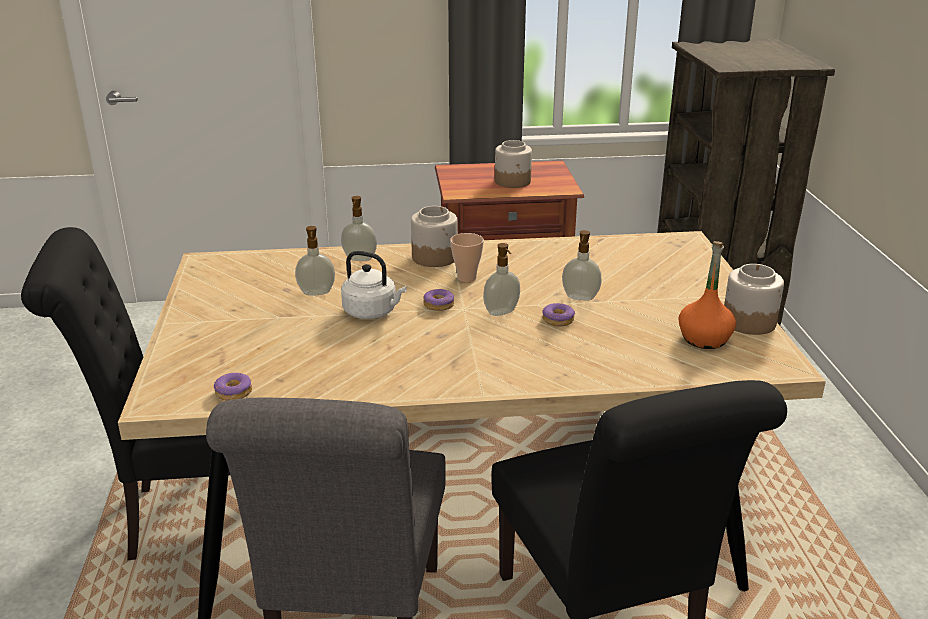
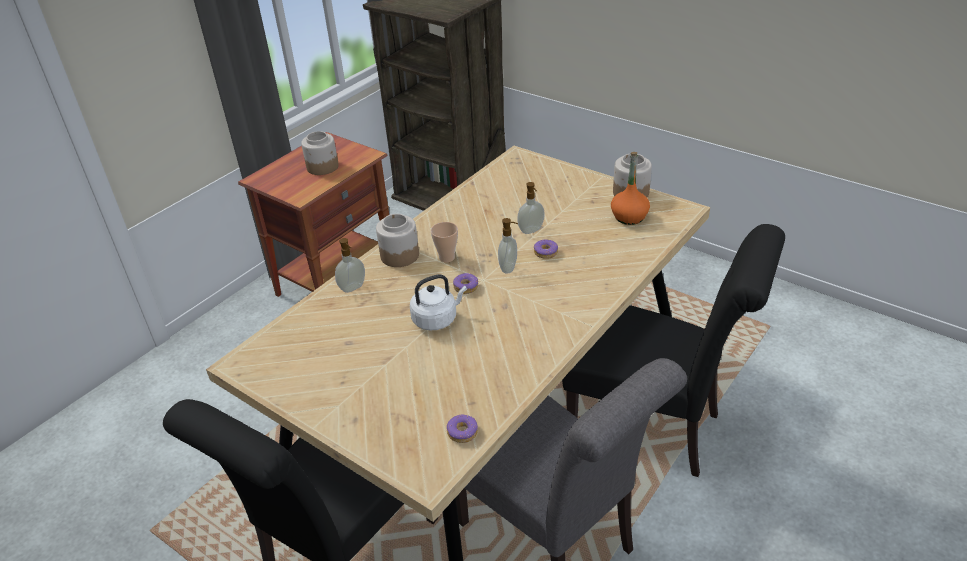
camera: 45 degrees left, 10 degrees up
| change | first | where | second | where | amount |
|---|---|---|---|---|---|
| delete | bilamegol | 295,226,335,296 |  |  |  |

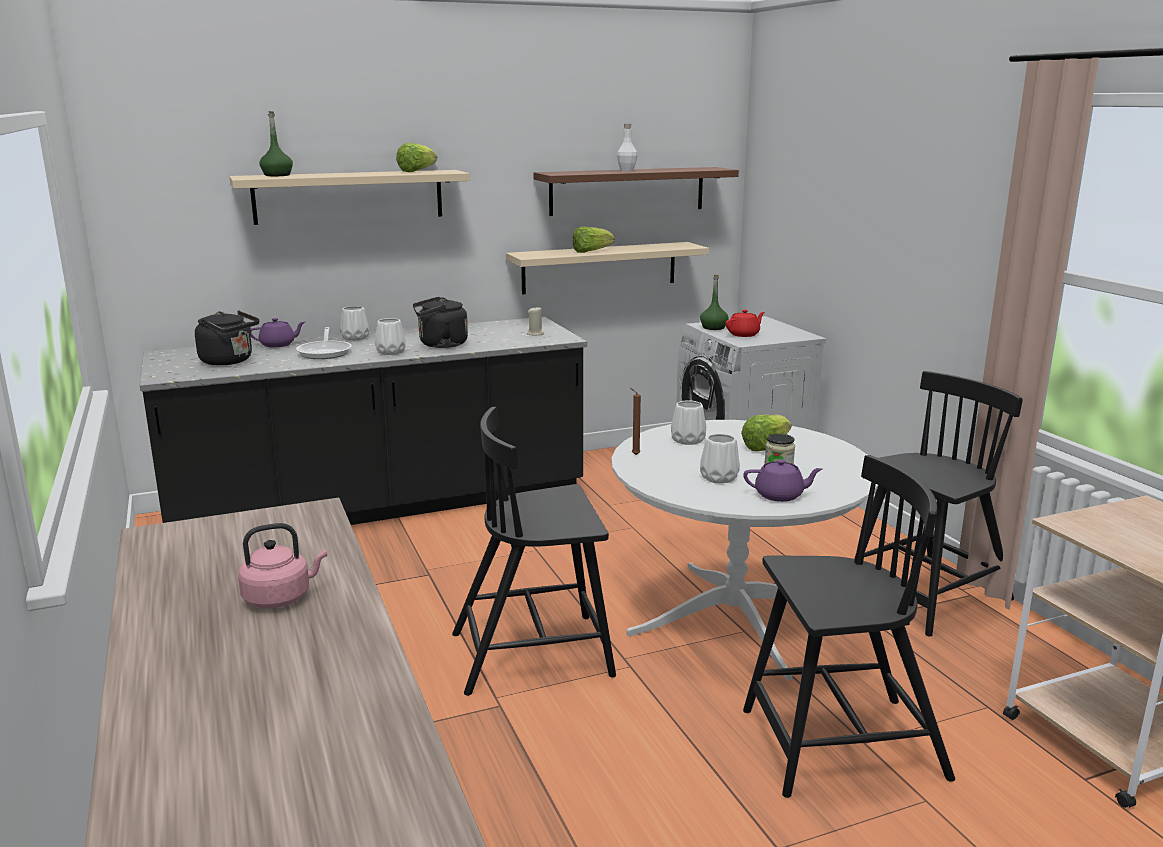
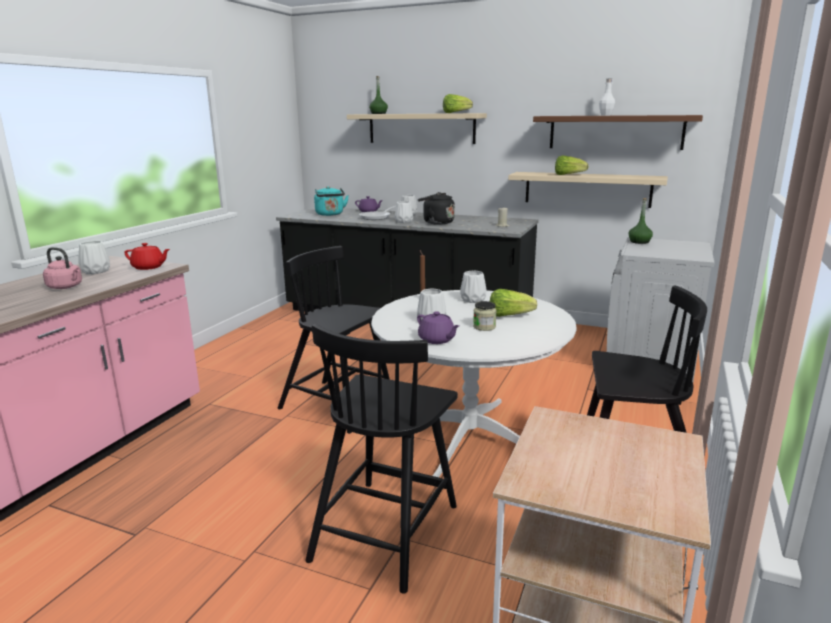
camera: 45 degrees right, 0 degrees up
| change | first | where | second | where | amount |
|---|---|---|---|---|---|
| recolor | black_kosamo | 195,311,259,365 | turquoise_kosamo | 314,186,349,216 |  |
| move | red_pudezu | 725,310,765,337 |  | 124,243,170,270 |  |
| rotate | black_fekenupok | 743,455,955,798 |  | 305,324,458,594 | 75 degrees clockwise |
| insert |  |  | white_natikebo | 78,241,110,274 |  |

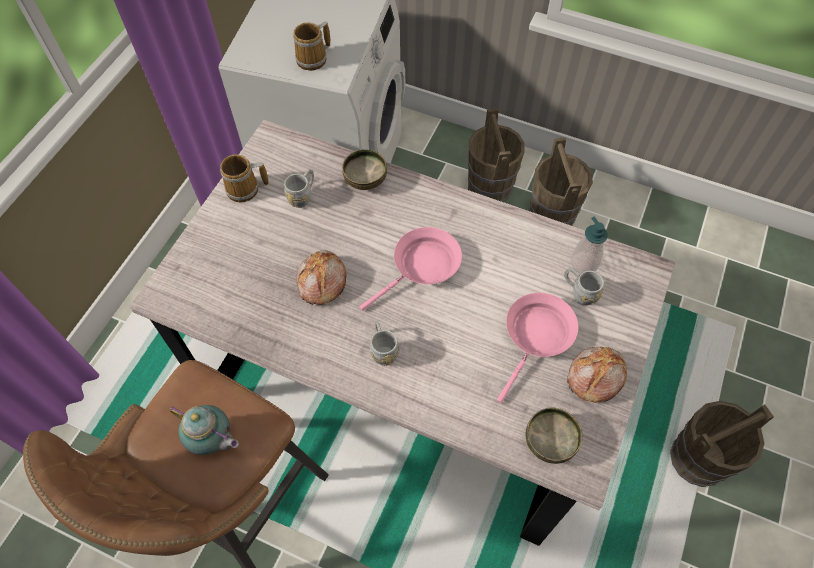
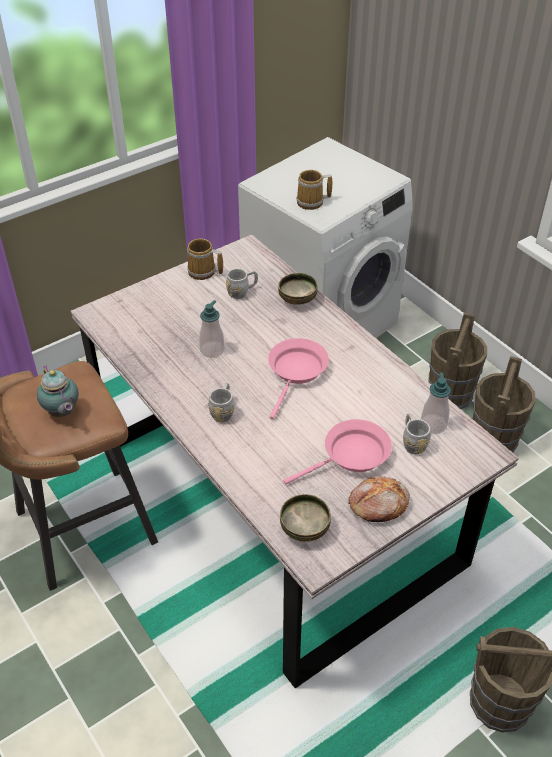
camera: 30 degrees right, 15 degrees down
| change | first | where | second | where | amount |
|---|---|---|---|---|---|
| replace | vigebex | 296,250,346,305 | bilamegol | 199,300,224,358 |  |
| rotate | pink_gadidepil | 360,227,462,311 |  | 268,338,329,420 | 60 degrees counterclockwise |

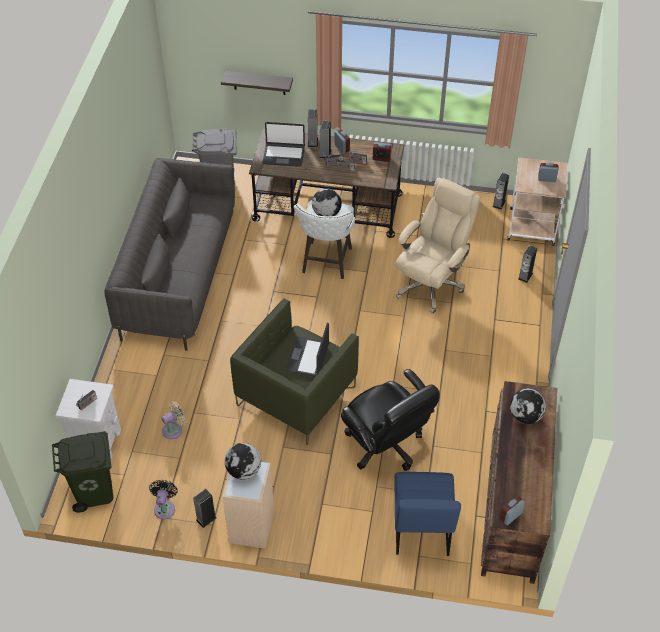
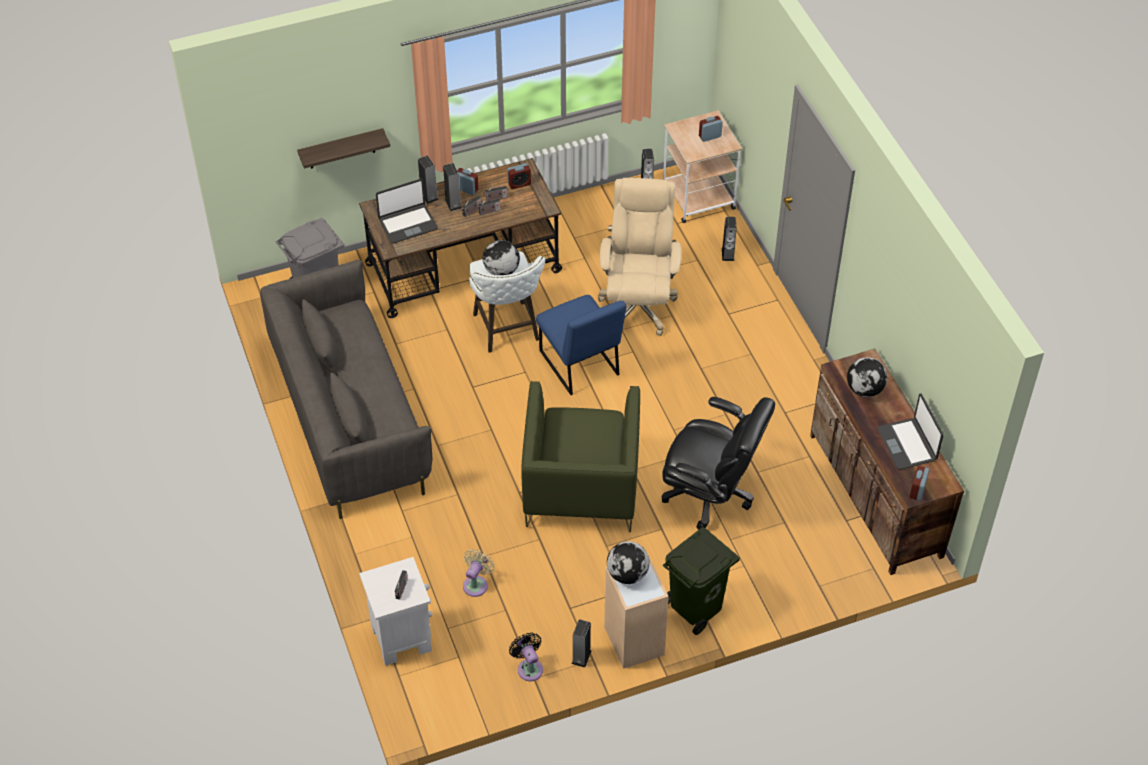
camera: 30 degrees left, 0 degrees up
| change | first | where | second | where | amount |
|---|---|---|---|---|---|
| move | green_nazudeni | 52,431,113,513 |  | 663,527,740,635 |  |
| move | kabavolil | 286,323,329,377 |  | 877,393,943,470 |  |
| move | blue_fekenupok | 394,472,461,556 |  | 536,295,626,395 |  |

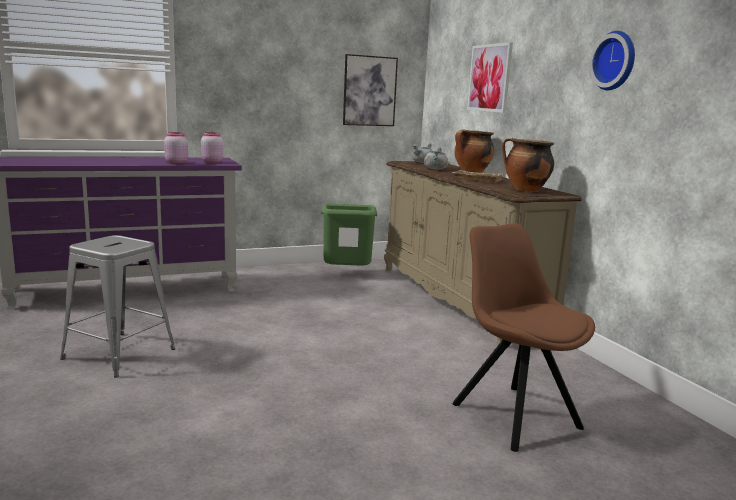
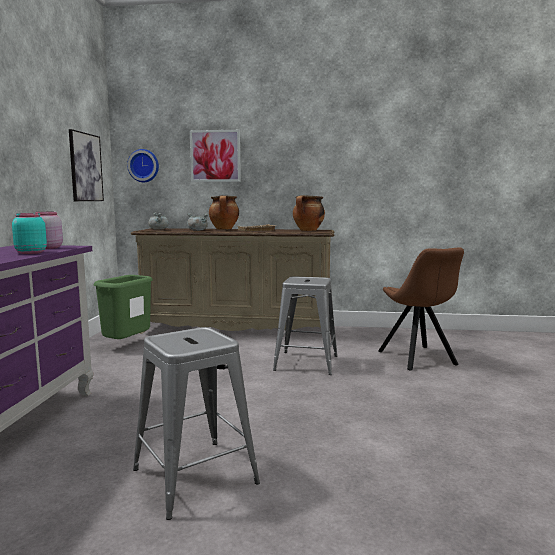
camera: 60 degrees left, 5 degrees down
| change | first | where | second | where | amount |
|---|---|---|---|---|---|
| recolor | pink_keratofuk | 164,132,188,164 | turquoise_keratofuk | 12,213,47,254 |  |
| rotate | brown_fekenupok | 452,223,595,452 |  | 378,248,464,371 | 105 degrees counterclockwise |
| move | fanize | 589,31,635,90 |  | 127,149,159,182 |  |
| insert |  |  | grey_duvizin | 273,277,337,375 |  |

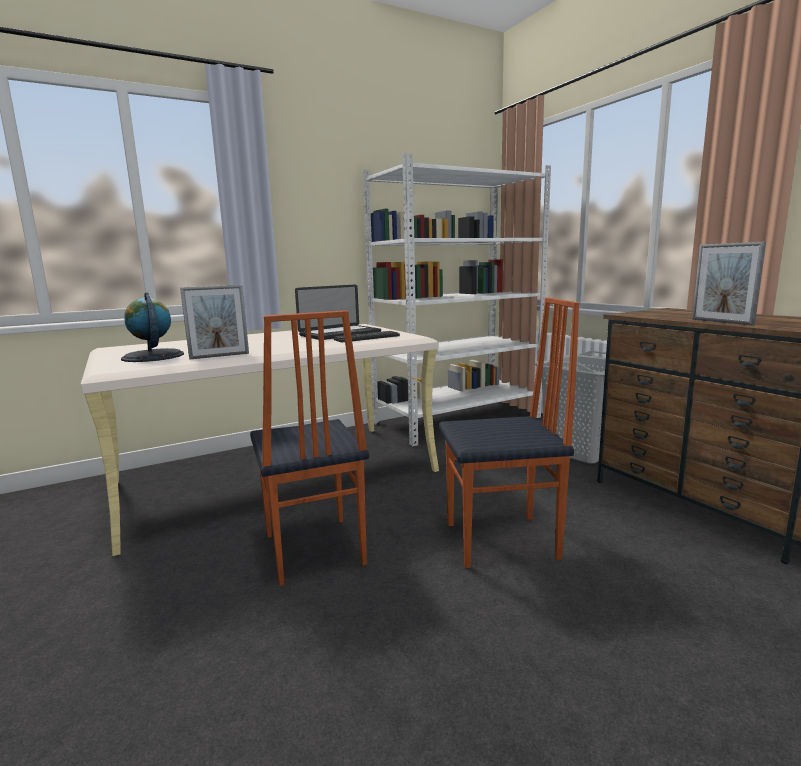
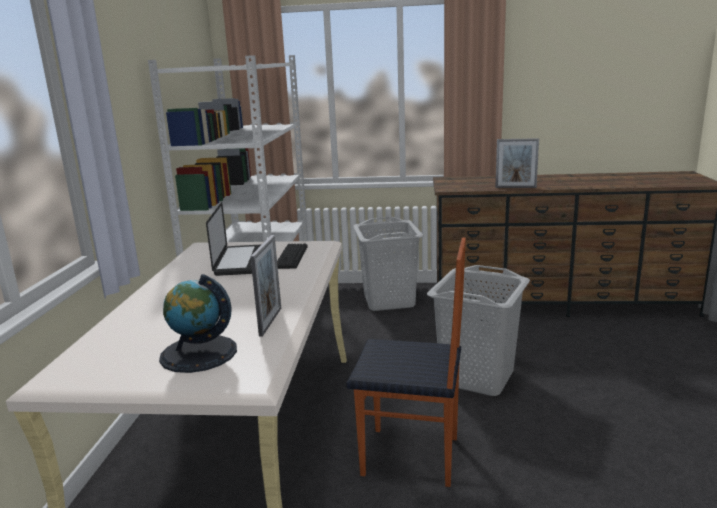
camera: 55 degrees left, 5 degrees up
| change | first | where | second | where | amount |
|---|---|---|---|---|---|
| replace | fekenupok | 439,297,579,568 | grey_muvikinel | 427,265,530,396 |  |

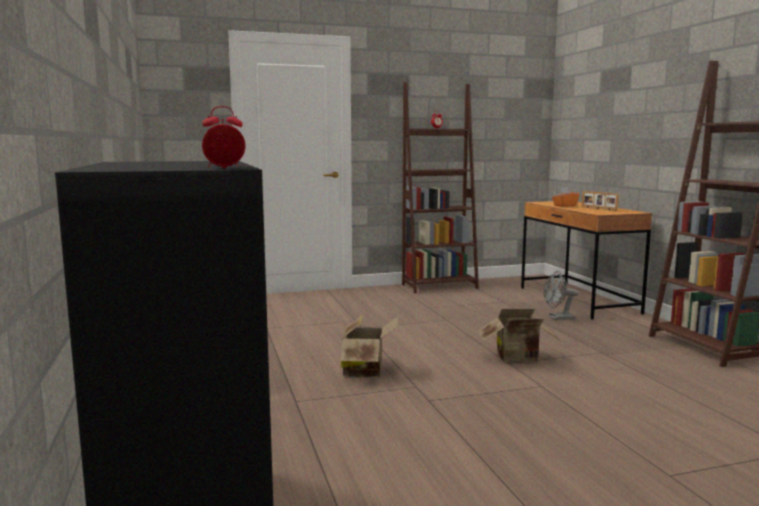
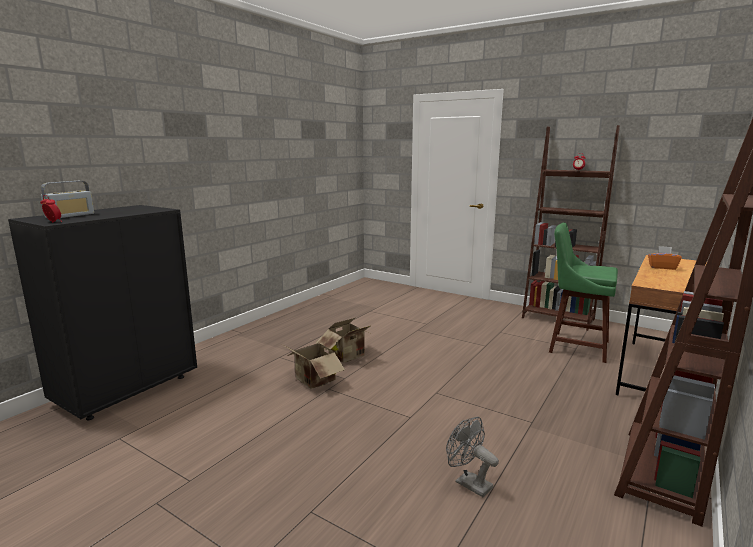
camera: 50 degrees right, 5 degrees up
| change | first | where | second | where | amount |
|---|---|---|---|---|---|
| move | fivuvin | 478,309,560,362 |  | 283,336,345,389 |  |
| move | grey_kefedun | 544,271,579,320 |  | 446,417,499,497 |  |
| delete | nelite | 582,191,619,211 |  |  |  |
| insert |  |  | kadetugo | 41,181,94,218 |  |
| insert |  |  | green_fekenupok | 549,223,618,363 |  |

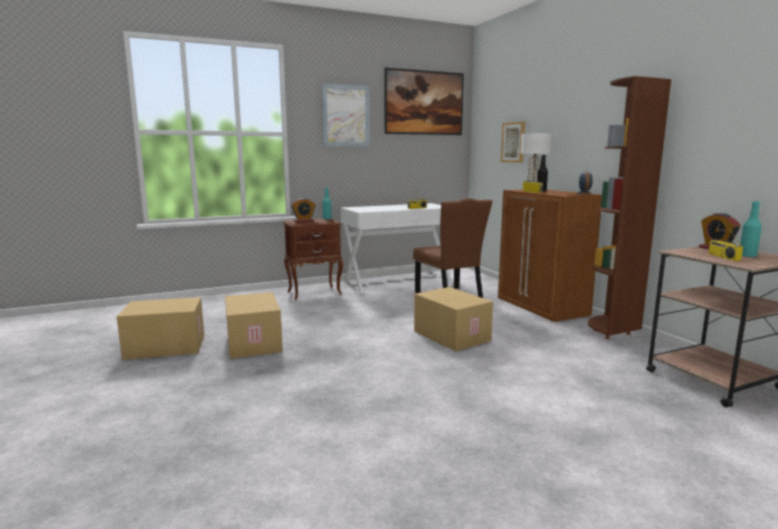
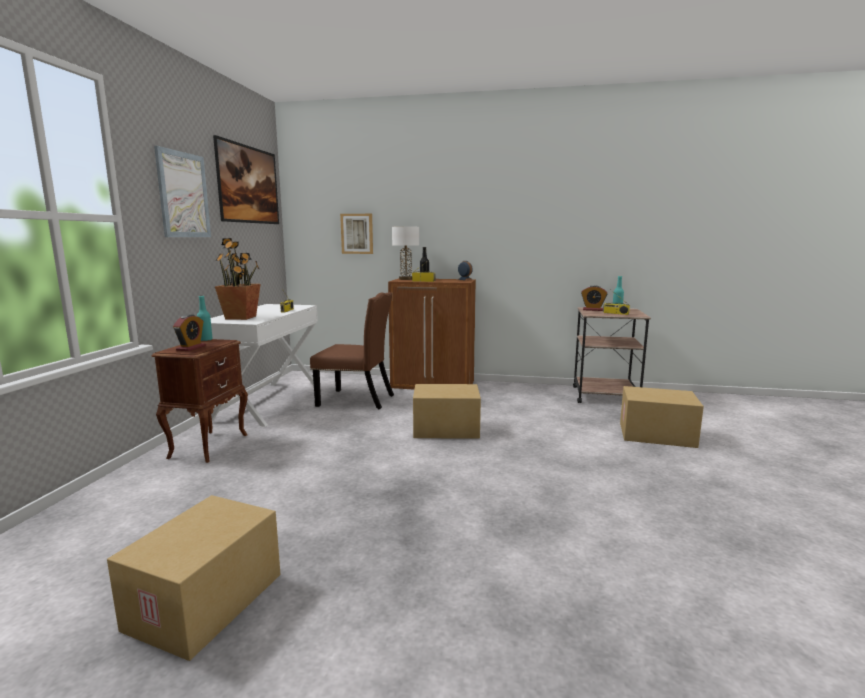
camera: 55 degrees left, 0 degrees up
| change | first | where | second | where | amount |
|---|---|---|---|---|---|
| move | fivuvin | 225,292,283,359 |  | 620,386,704,448 |  |
| delete | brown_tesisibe | 588,76,671,339 |  |  |  |
| insert |  |  | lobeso | 215,238,260,320 |  |

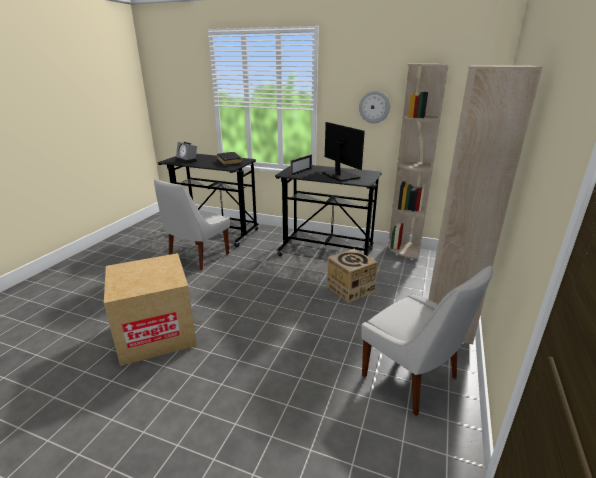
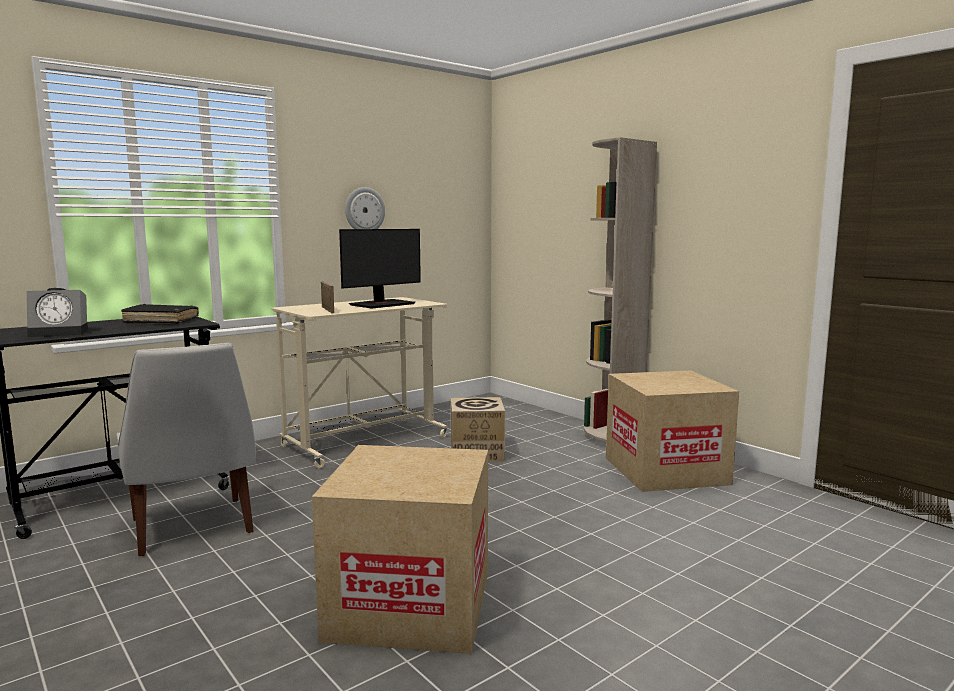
camera: 60 degrees left, 15 degrees down
| change | first | where | second | where | amount |
|---|---|---|---|---|---|
| recolor | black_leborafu | 275,165,382,256 | beige_leborafu | 271,297,447,468 |  |
| rotate | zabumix | 321,122,365,181 |  | 339,229,421,309 | 135 degrees clockwise |
| replace | white_fekenupok | 361,266,493,416 | fivuvin | 606,370,739,492 |  |
| delete | beige_tesisibe | 388,64,449,260 |  |  |  |

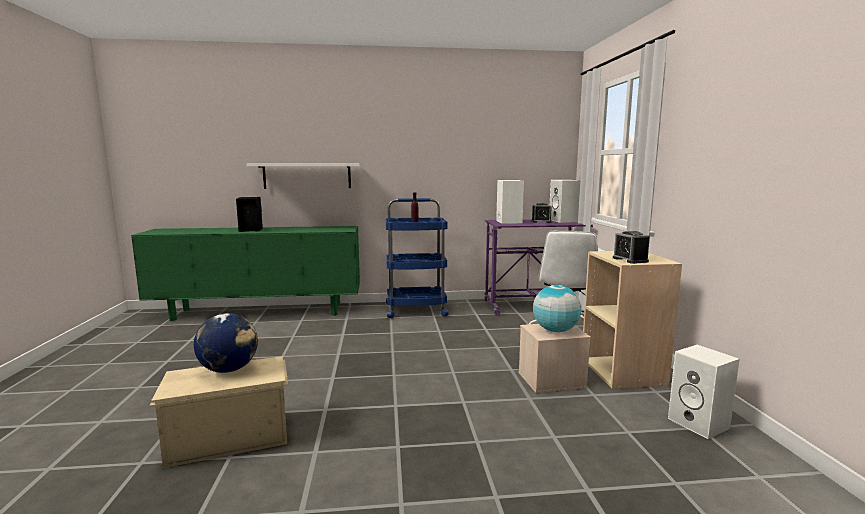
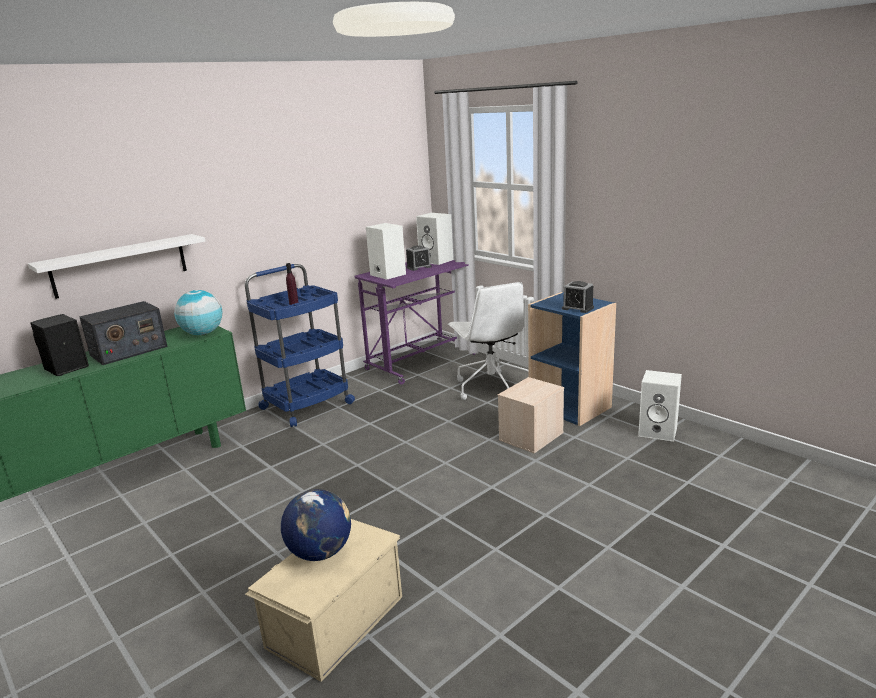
camera: 35 degrees left, 10 degrees up
| change | first | where | second | where | amount |
|---|---|---|---|---|---|
| move | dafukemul | 533,285,582,332 |  | 174,290,222,335 |  |
| recolor | beige_tesisibe | 583,251,682,389 | blue_tesisibe | 528,292,616,426 |  |
| insert |  |  | kadetugo | 79,301,167,365 |  |

